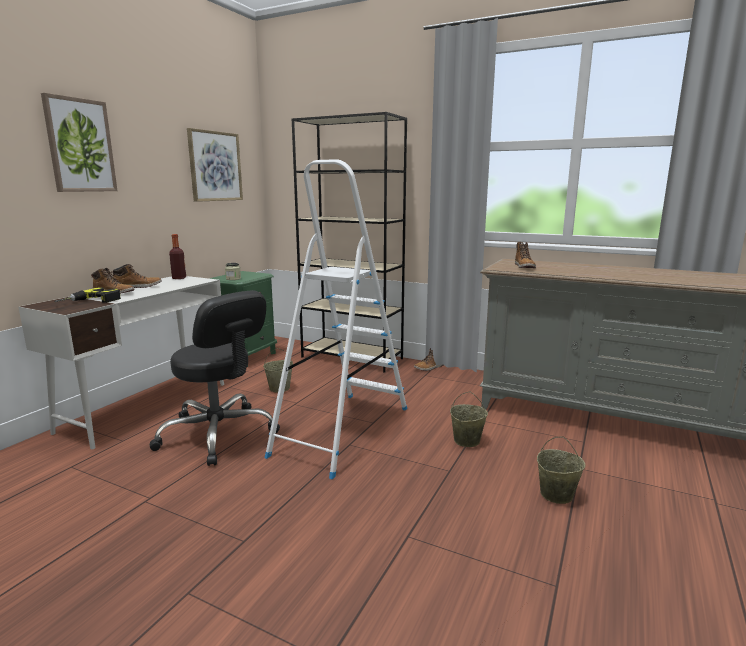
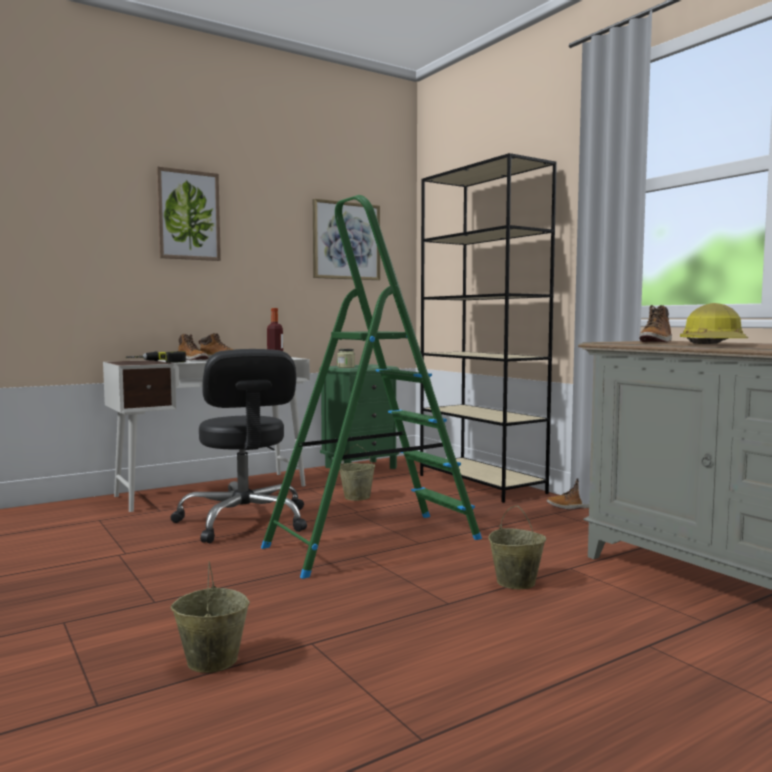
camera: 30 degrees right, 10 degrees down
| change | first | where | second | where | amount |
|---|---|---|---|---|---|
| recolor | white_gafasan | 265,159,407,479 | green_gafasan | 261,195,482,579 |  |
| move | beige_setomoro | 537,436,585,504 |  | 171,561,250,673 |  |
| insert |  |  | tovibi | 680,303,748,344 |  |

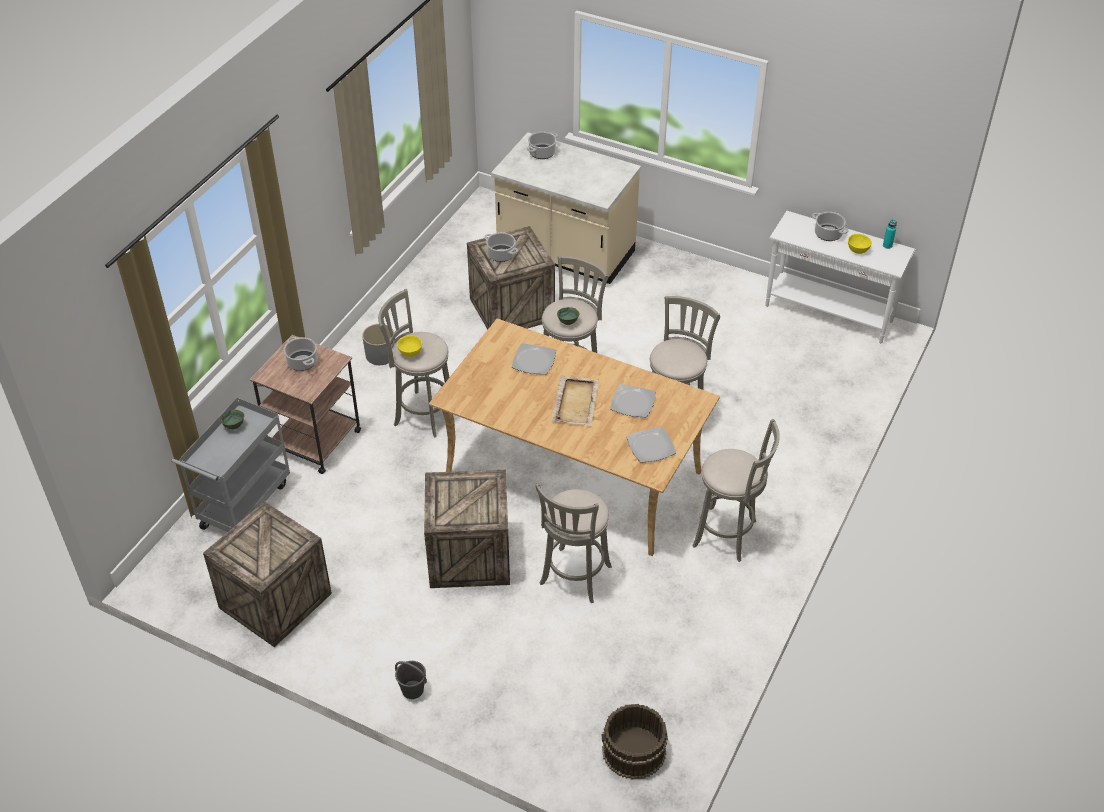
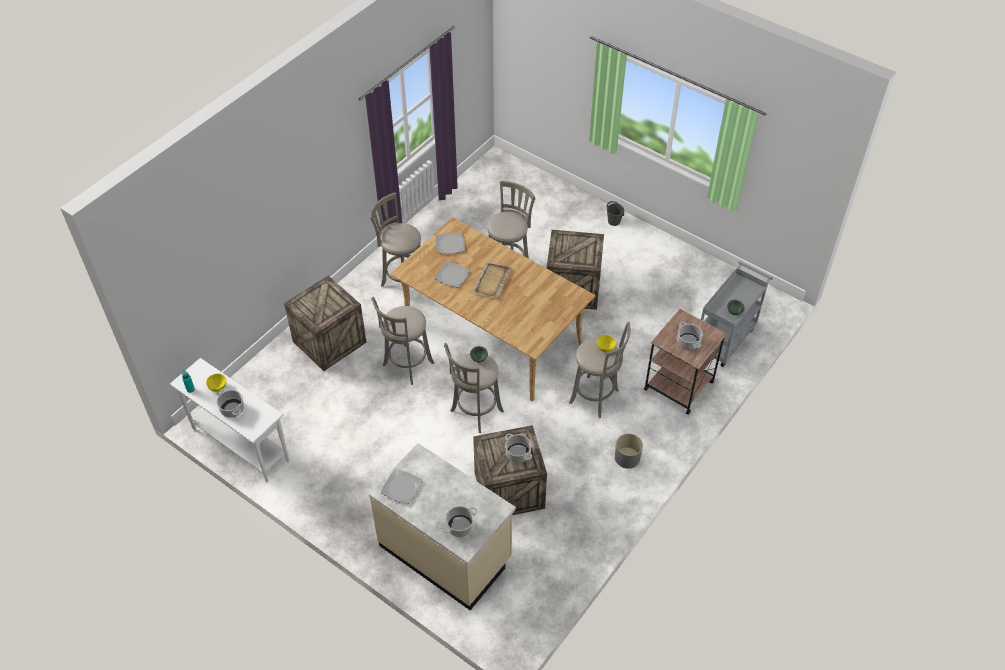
camera: 170 degrees left, 5 degrees up
| change | first | where | second | where | amount |
|---|---|---|---|---|---|
| move | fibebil | 203,501,332,647 |  | 284,275,367,371 |  |
| move | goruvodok | 512,343,556,374 |  | 381,469,423,504 |  |
| delete | brown_setomoro | 602,704,668,780 |  |  |  |

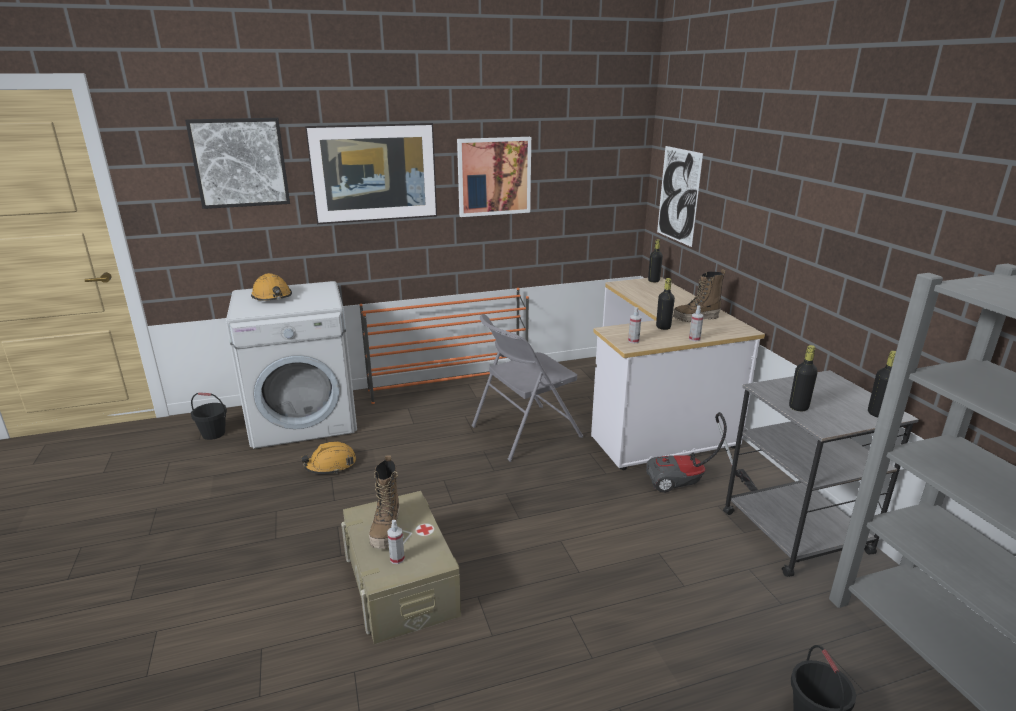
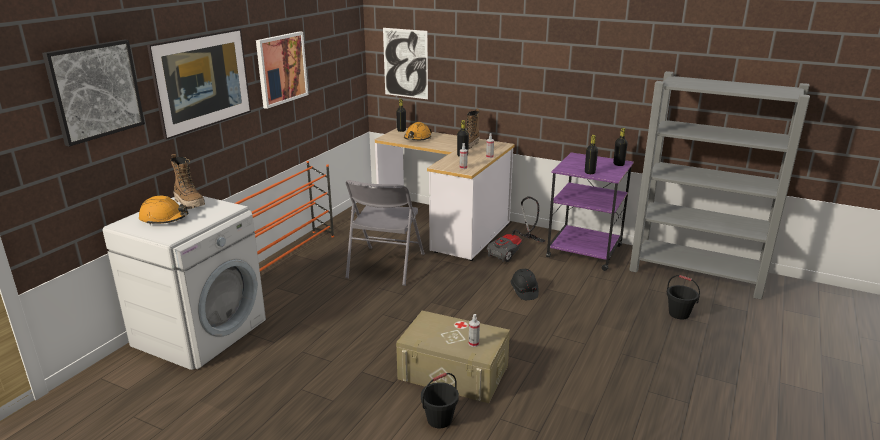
camera: 45 degrees left, 0 degrees up
| change | first | where | second | where | amount |
|---|---|---|---|---|---|
| move | black_setomoro | 191,392,227,440 |  | 421,373,459,428 |  |
| move | orange_tovibi | 301,441,356,474 |  | 404,122,432,140 |  |
| move | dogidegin | 369,455,400,549 |  | 171,154,205,209 |  |
| recolor | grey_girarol | 723,370,919,577 | purple_girarol | 546,152,634,271 |  |
| insert |  |  | black_tovibi | 510,269,539,300 |  |

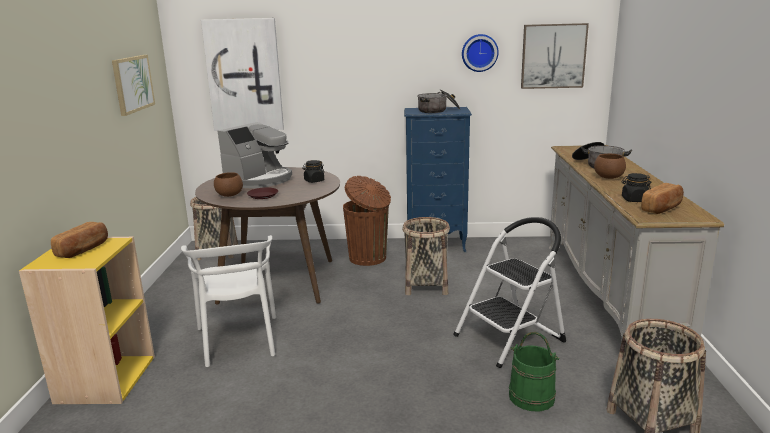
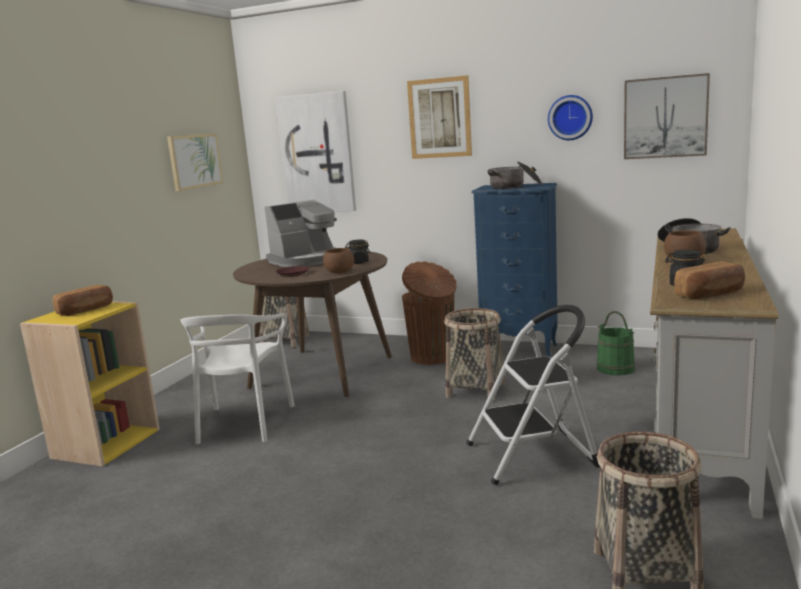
camera: 20 degrees right, 5 degrees down
| change | first | where | second | where | amount |
|---|---|---|---|---|---|
| move | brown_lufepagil | 214,172,243,197 |  | 323,248,354,274 |  |
| move | green_setomoro | 509,332,559,411 |  | 596,311,635,376 |  |
| insert |  |  | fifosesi | 407,75,472,159 |  |

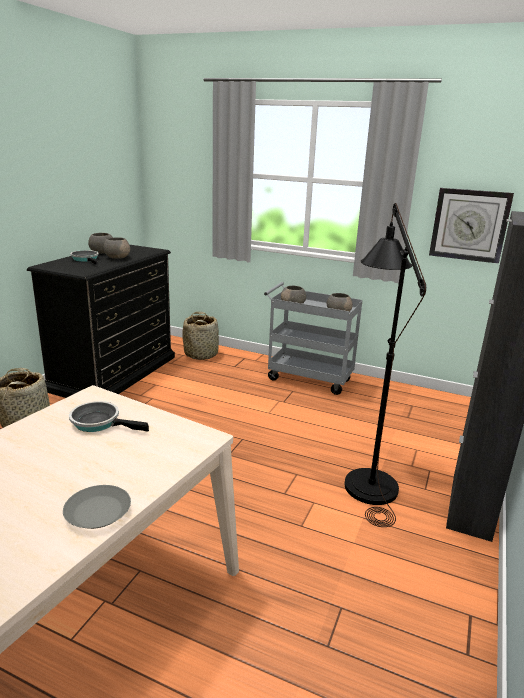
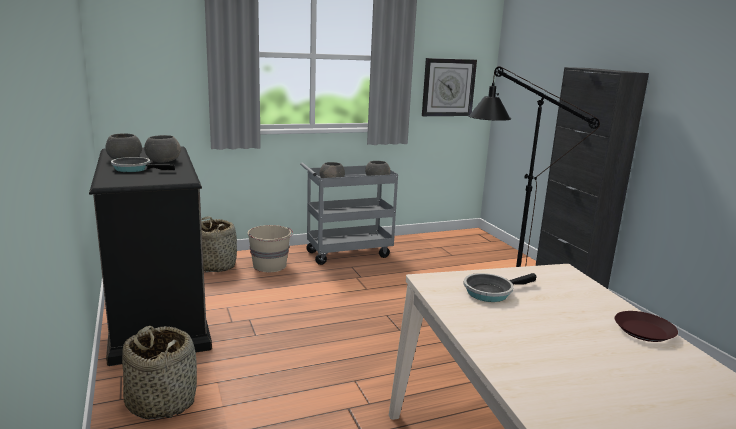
camera: 45 degrees left, 5 degrees down
| change | first | where | second | where | amount |
|---|---|---|---|---|---|
| recolor | grey_goruvodok | 63,485,131,529 | brown_goruvodok | 615,311,678,342 |  |
| insert |  |  | beige_setomoro | 248,225,293,272 |  |

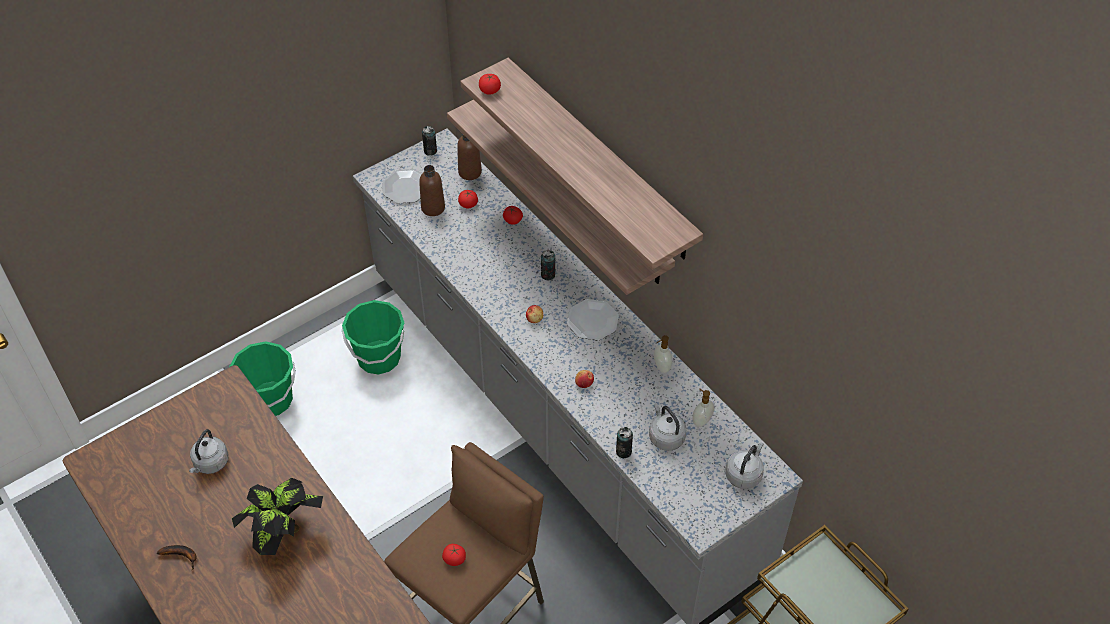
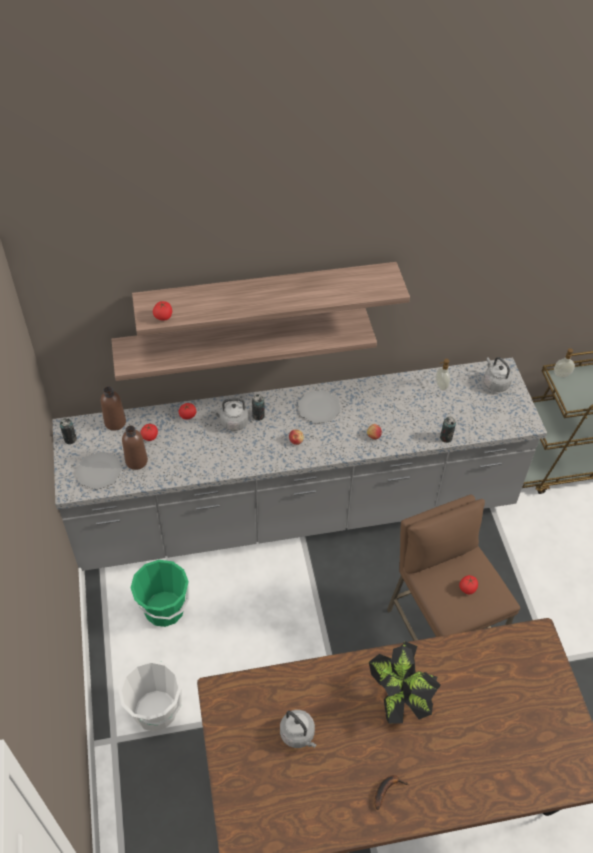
camera: 65 degrees left, 0 degrees up
| change | first | where | second | where | amount |
|---|---|---|---|---|---|
| recolor | green_setomoro | 229,341,296,416 | white_setomoro | 119,660,182,732 |  |
| move | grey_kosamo | 649,403,687,451 |  | 211,398,249,431 |  |
| move | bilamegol | 654,335,673,373 |  | 554,348,575,377 |  |

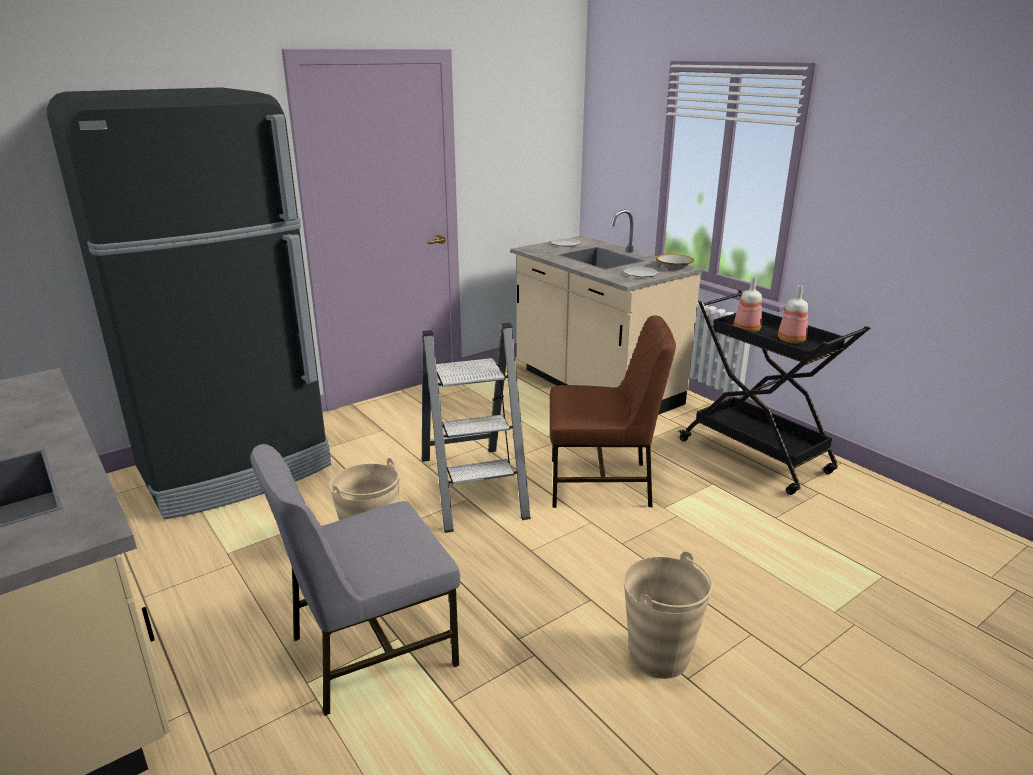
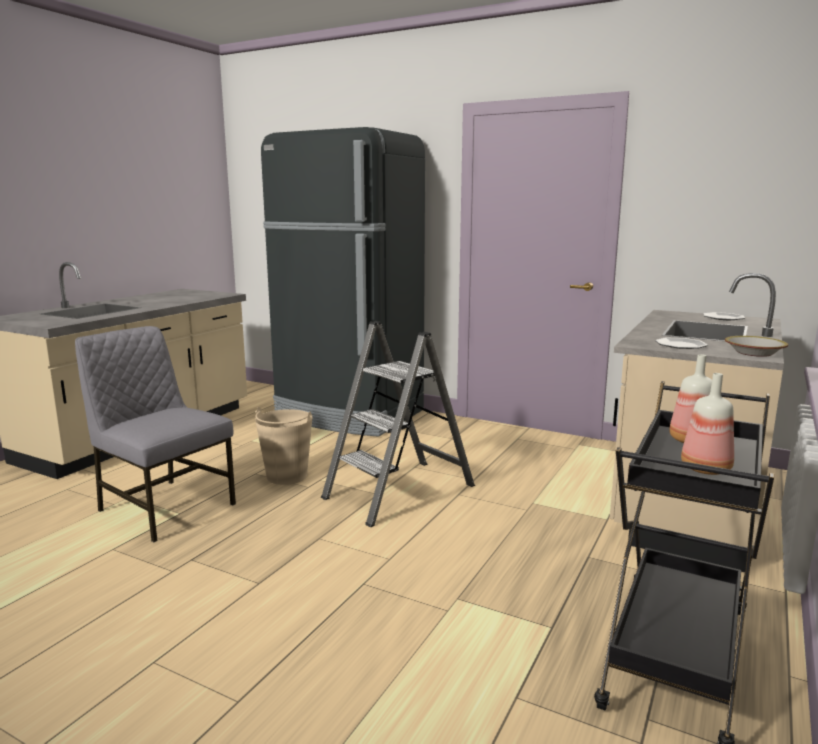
camera: 65 degrees right, 10 degrees down
| change | first | where | second | where | amount |
|---|---|---|---|---|---|
| delete | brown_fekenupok | 550,315,676,508 |  |  |  |
| delete | beige_setomoro | 624,551,713,679 |  |  |  |

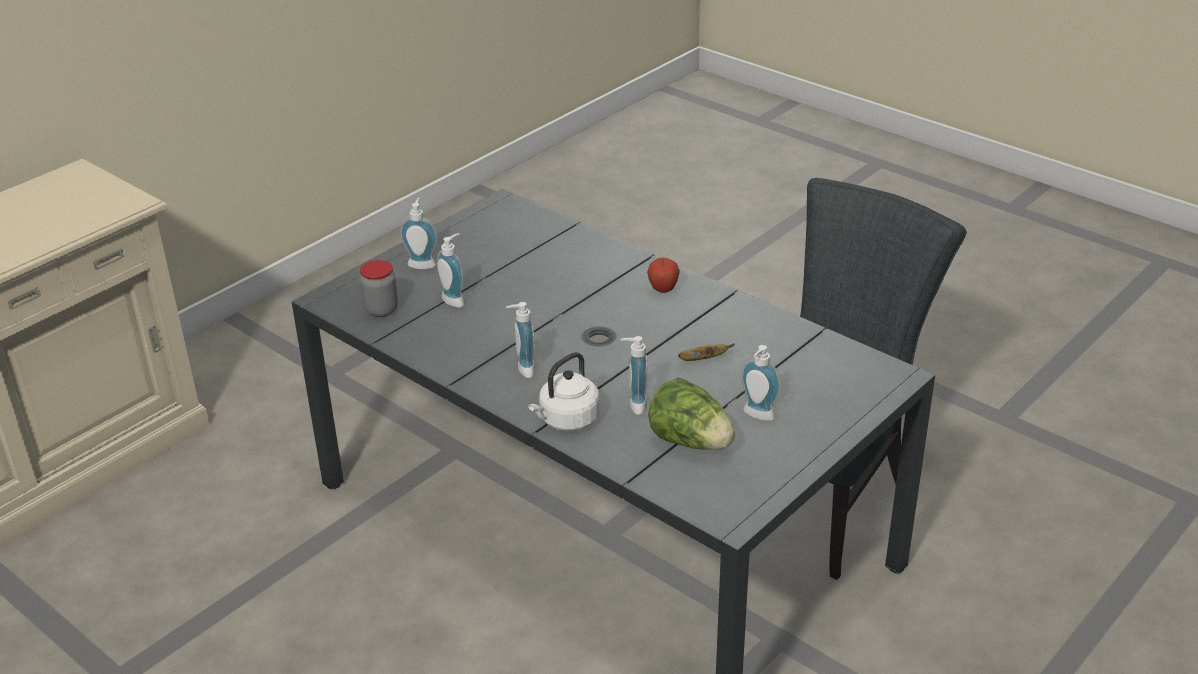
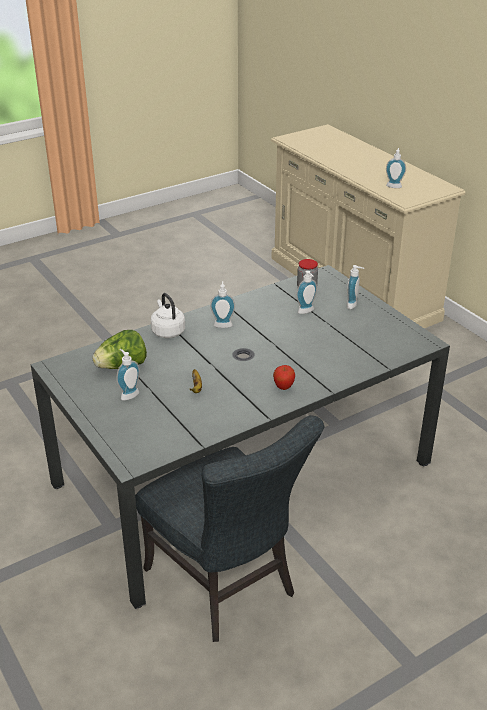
camera: 105 degrees right, 0 degrees up
| change | first | where | second | where | amount |
|---|---|---|---|---|---|
| move | bilamegol | 621,336,647,415 |  | 386,148,406,188 |  |

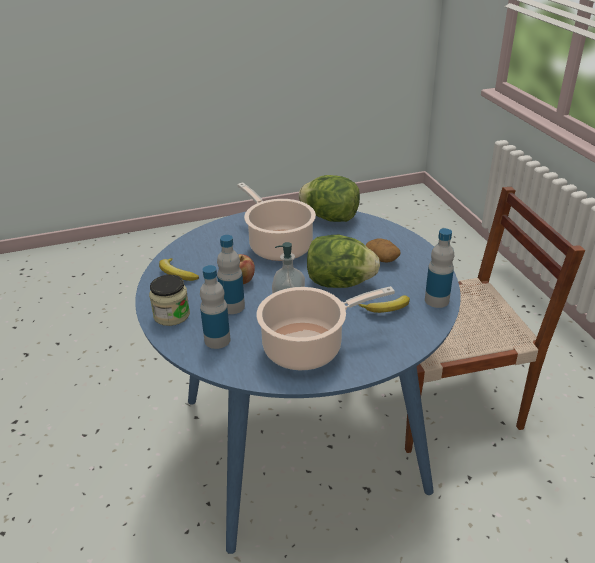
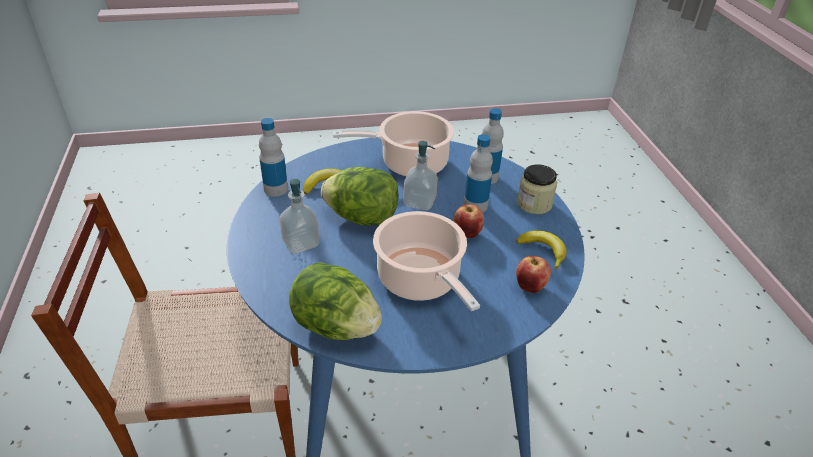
camera: 175 degrees left, 5 degrees up
| change | first | where | second | where | amount |
|---|---|---|---|---|---|
| replace | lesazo | 365,238,400,262 | bilamegol | 280,179,320,254 |  |
| insert |  |  | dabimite | 516,256,551,293 |  |

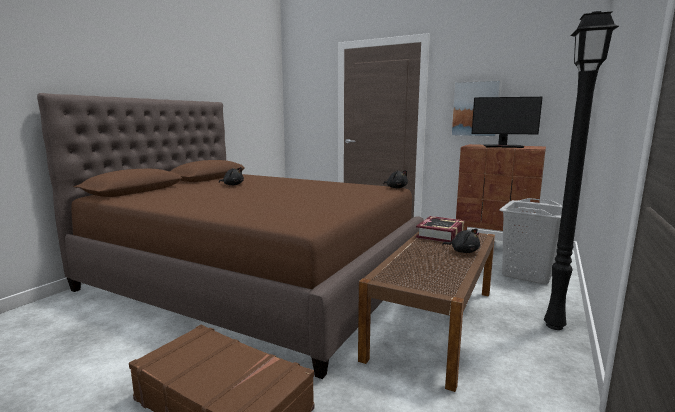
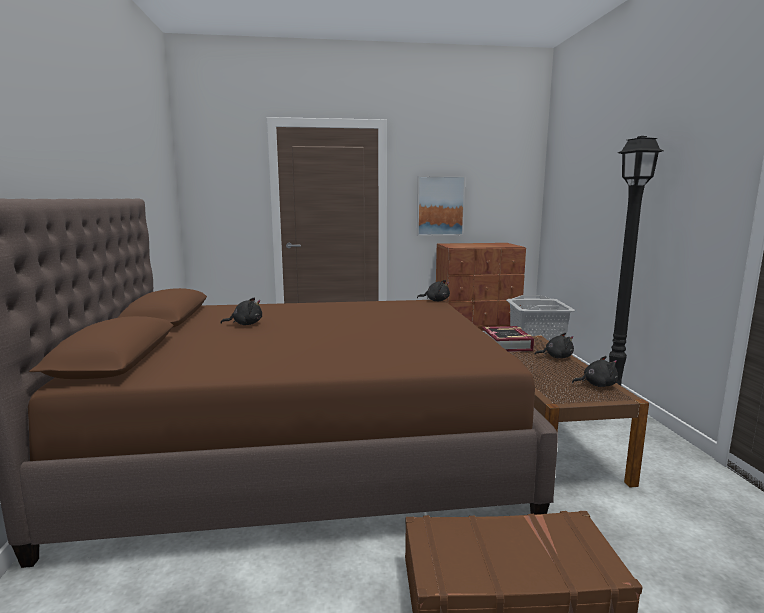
camera: 35 degrees left, 0 degrees up
| change | first | where | second | where | amount |
|---|---|---|---|---|---|
| delete | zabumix | 472,97,543,148 |  |  |  |
| insert |  |  | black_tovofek | 572,356,618,387 |  |

